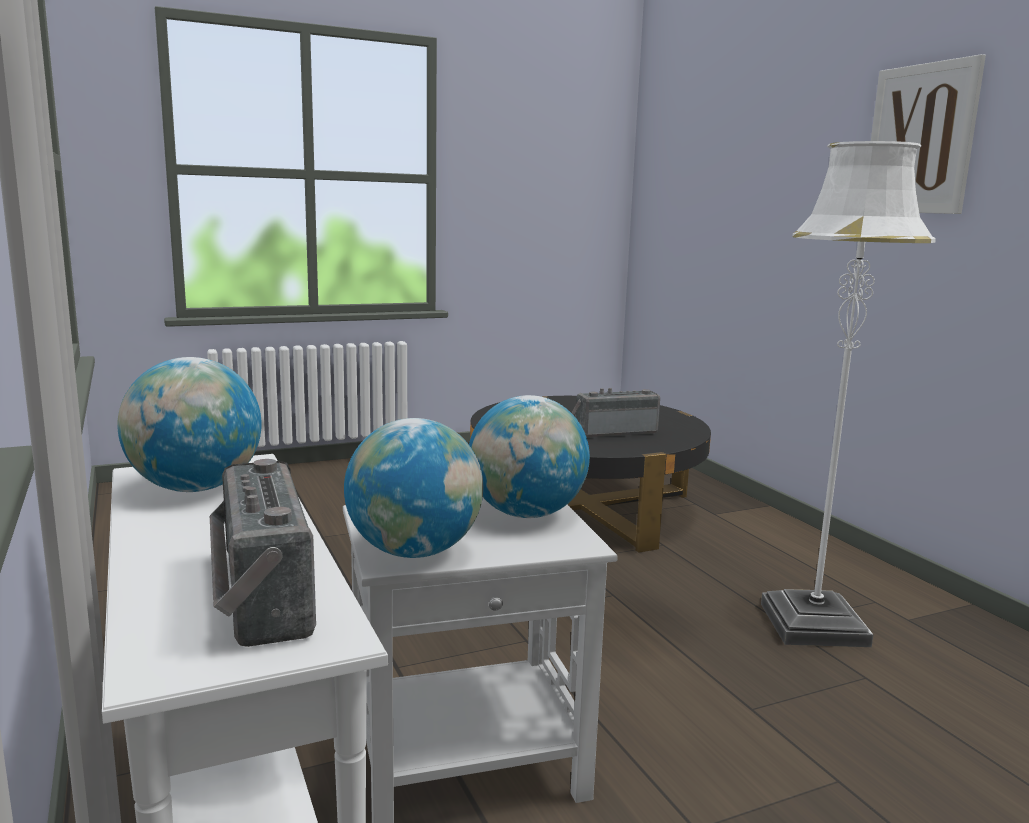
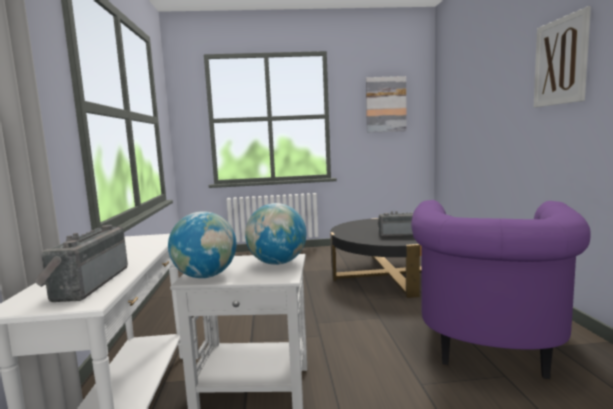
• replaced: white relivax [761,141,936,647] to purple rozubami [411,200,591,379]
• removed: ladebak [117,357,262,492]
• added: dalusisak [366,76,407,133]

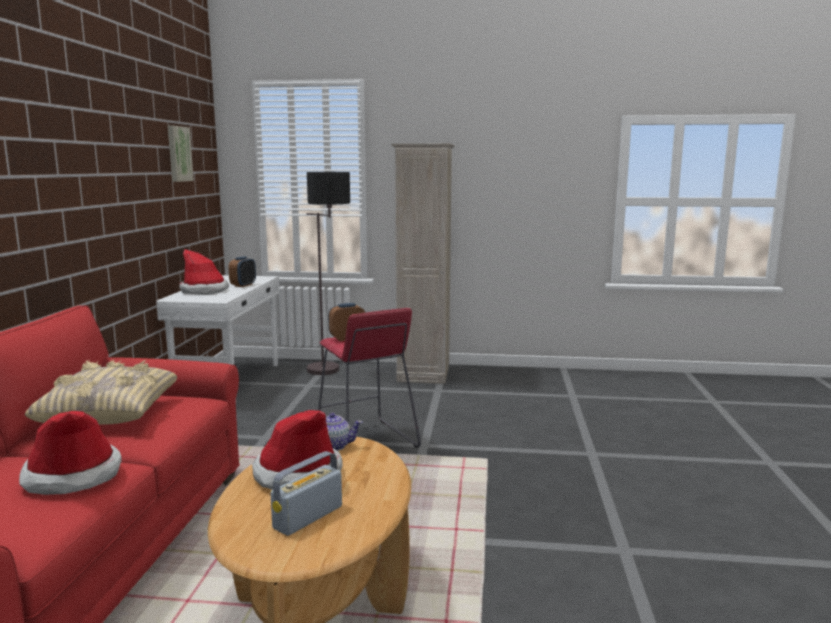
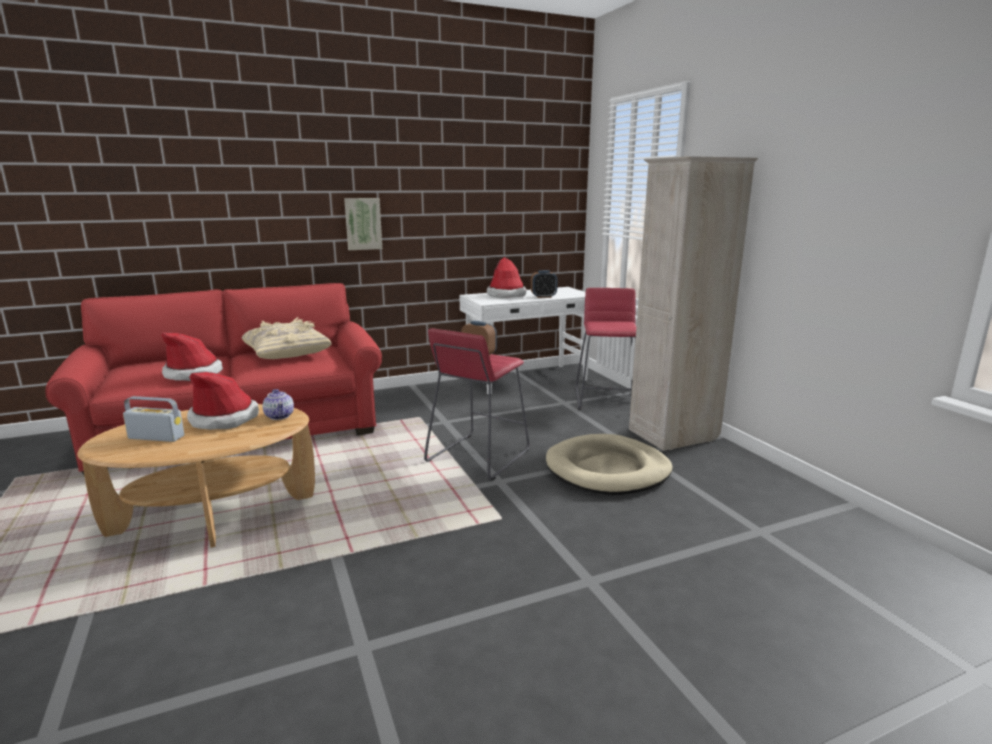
• moved: dalusisak [168,126,194,182] to [344,198,382,250]
• replaced: black relivax [307,172,350,375] to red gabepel [575,288,636,410]
• added: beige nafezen [546,434,673,495]

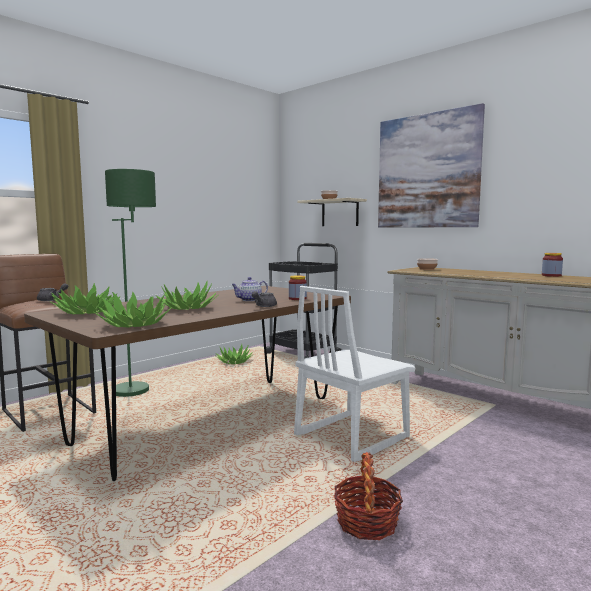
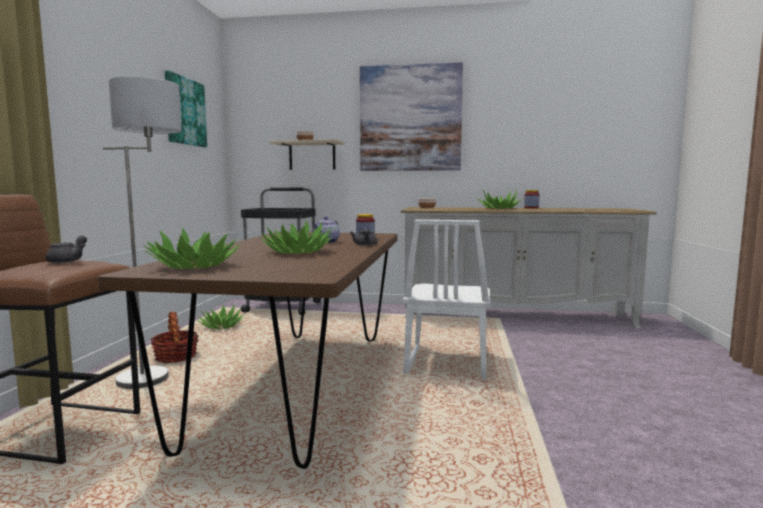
• recoloured: green relivax [105,169,156,397] to grey relivax [103,76,182,389]
• moved: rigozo [93,292,172,328] to [479,190,522,209]
• moved: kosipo [334,452,403,540] to [151,312,199,363]
• added: dalusisak [165,70,207,147]

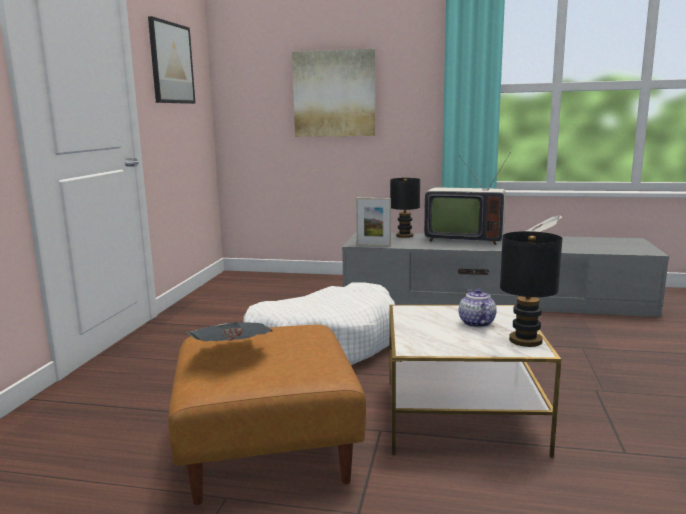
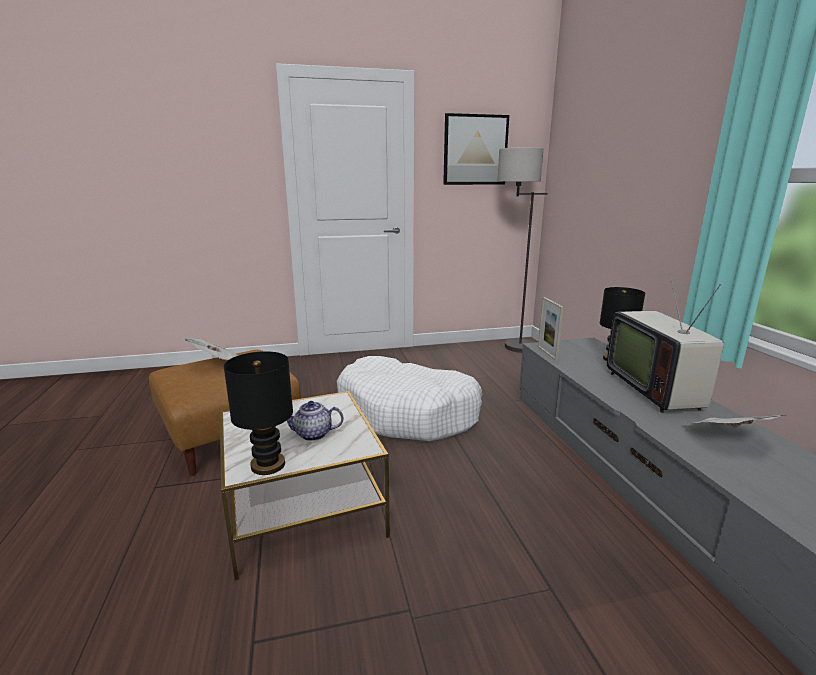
• removed: dalusisak [292,49,375,137]
• turned: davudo [459,289,497,327] = [287,401,343,441] 150 degrees counterclockwise
• added: grey relivax [497,147,548,353]

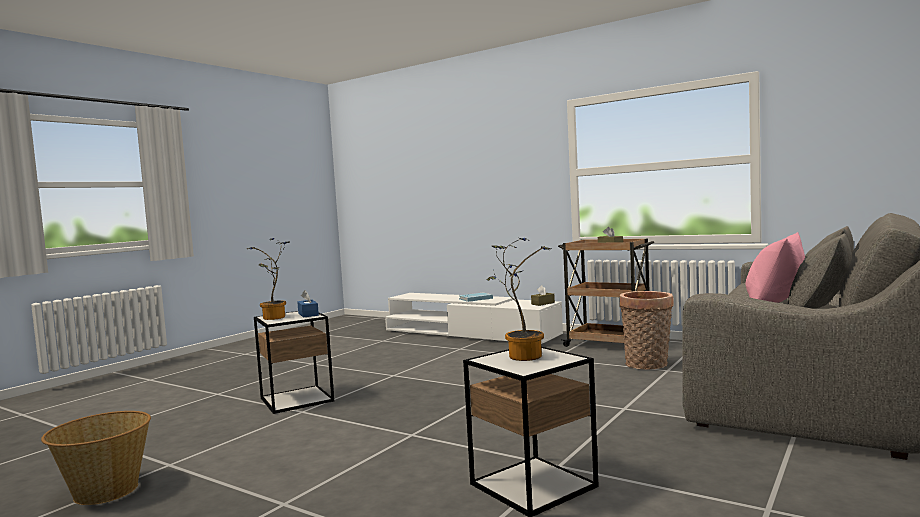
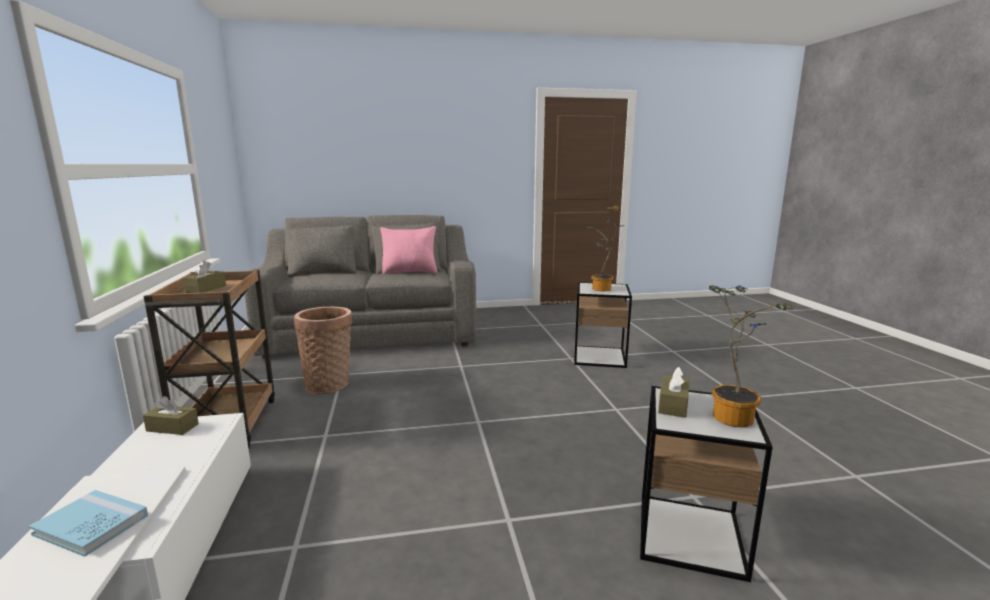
• recoloured: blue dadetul [297,290,319,318] to brown dadetul [658,367,689,418]
• removed: kosipo [41,411,151,505]

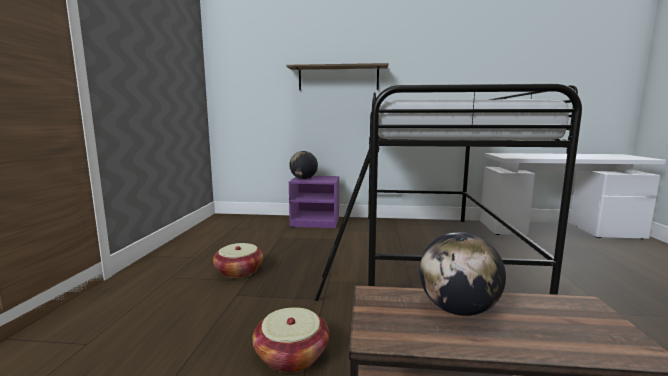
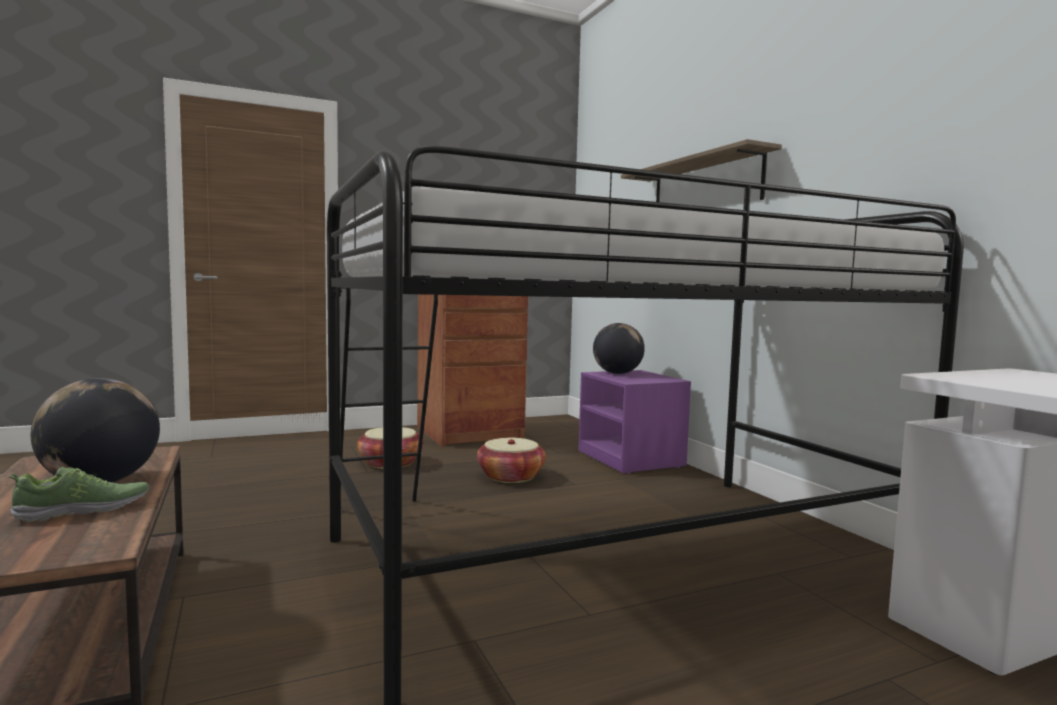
• moved: kosipo [252,307,329,373] to [477,438,546,483]
• added: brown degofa [417,294,528,447]
• added: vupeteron [8,467,149,522]

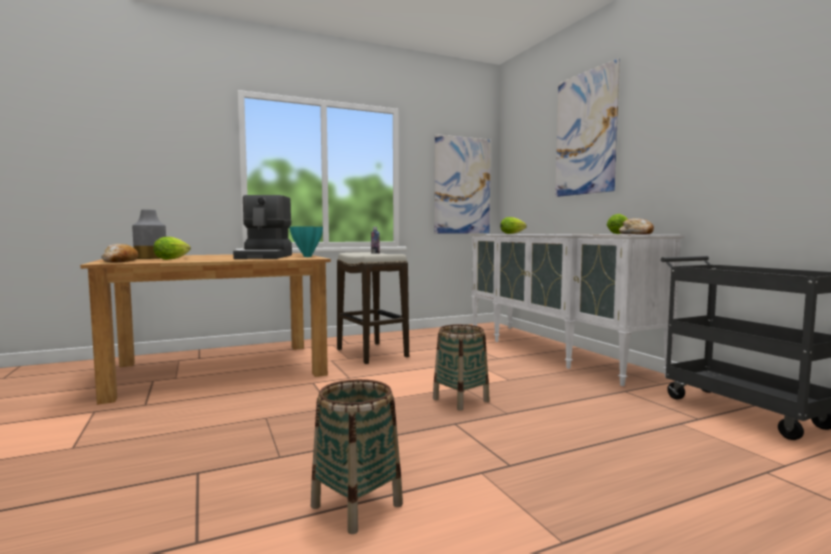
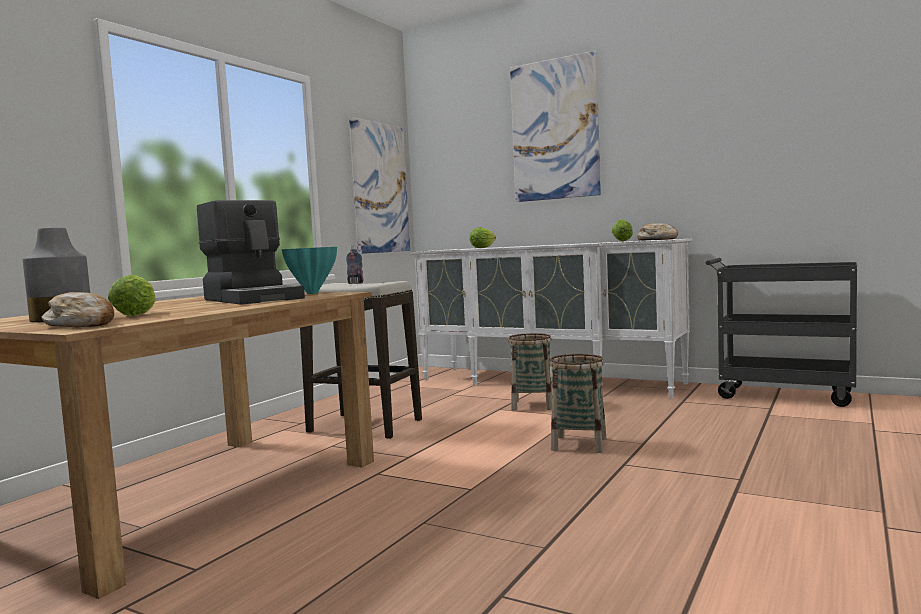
• moved: kosipo [311,379,403,534] to [508,333,552,411]

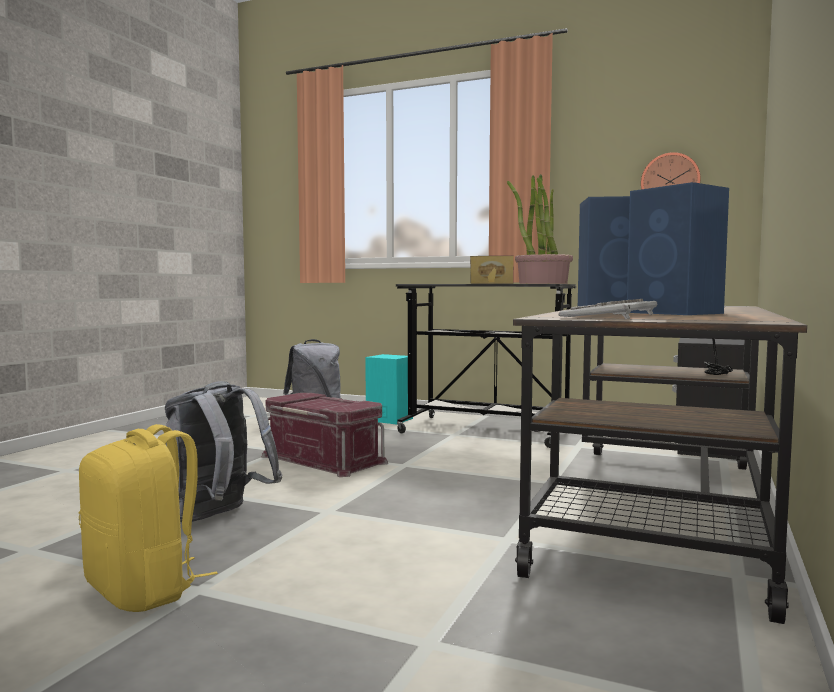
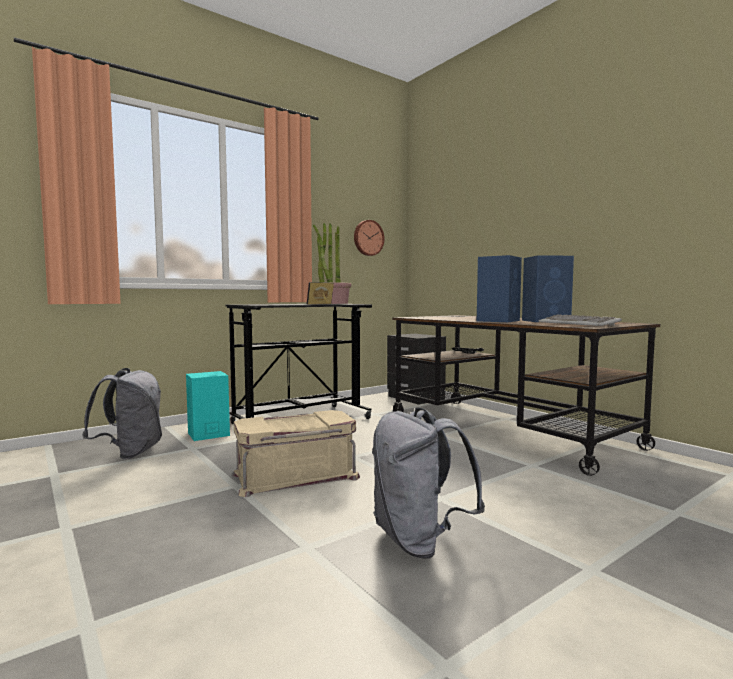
• recoloured: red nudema [261,393,388,477] to beige nudema [232,410,360,497]
• removed: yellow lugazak [78,424,218,612]

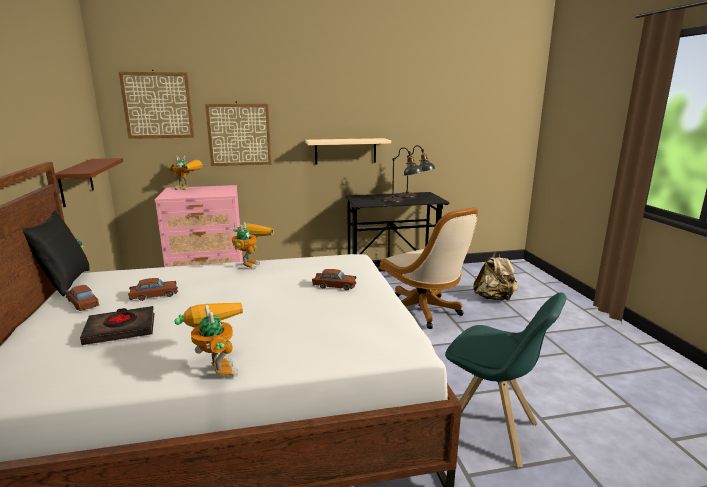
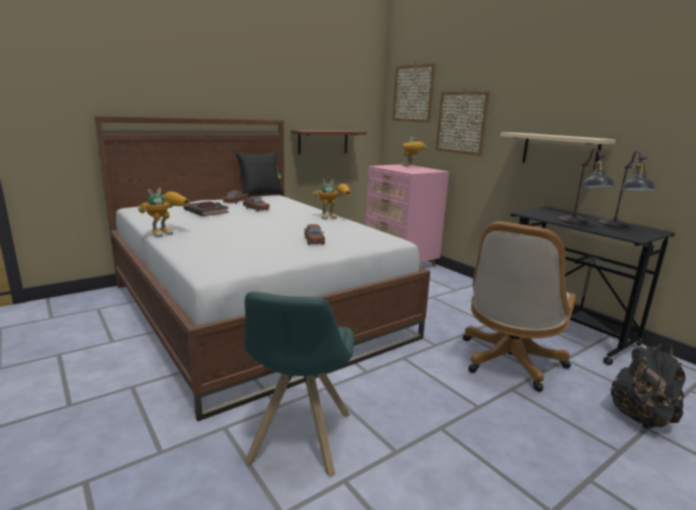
• recoloured: beige lugazak [473,251,518,301] to black lugazak [610,343,686,429]

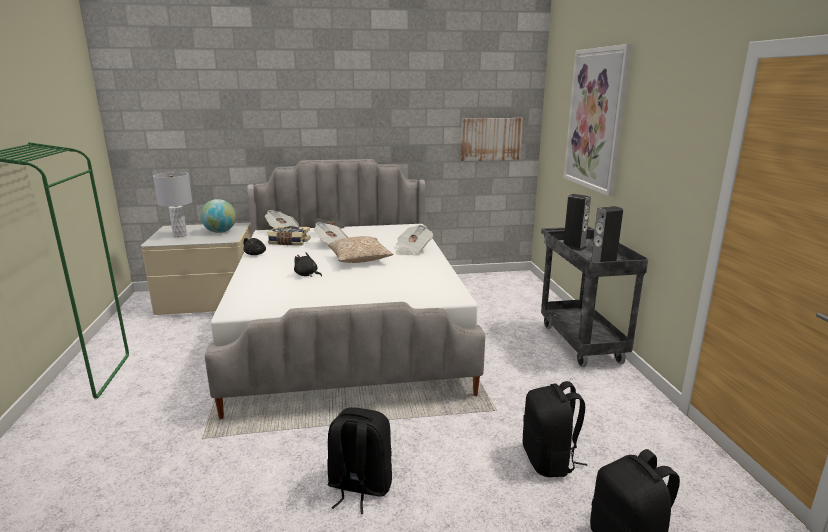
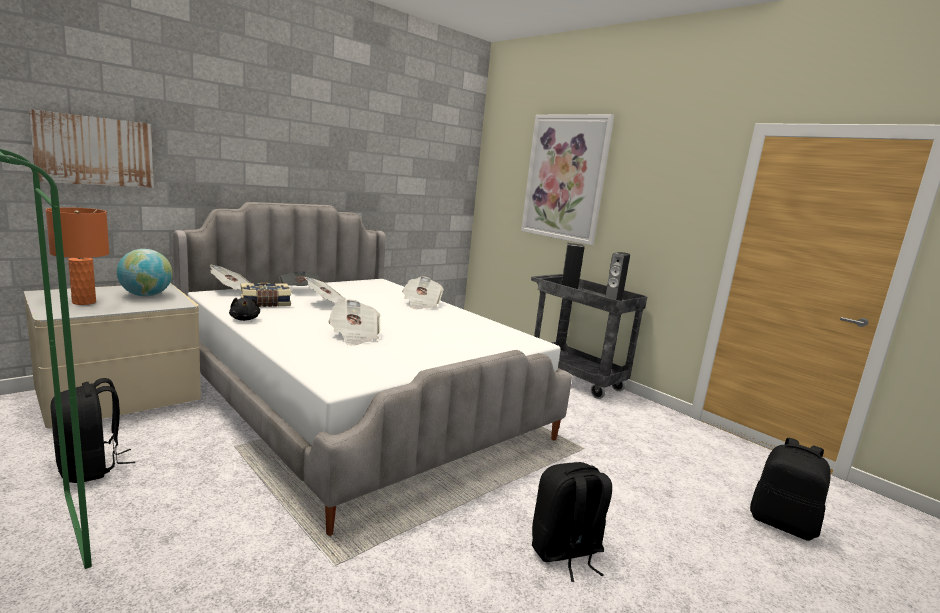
• moved: dalusisak [461,118,523,161] to [28,109,154,188]
• recoloured: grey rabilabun [153,172,192,237] to orange rabilabun [45,207,109,305]
• removed: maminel [328,236,393,263]
• replaced: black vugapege [294,252,322,277] to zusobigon [328,300,380,346]
• moved: black lugazak [523,381,587,477] to [51,378,135,483]

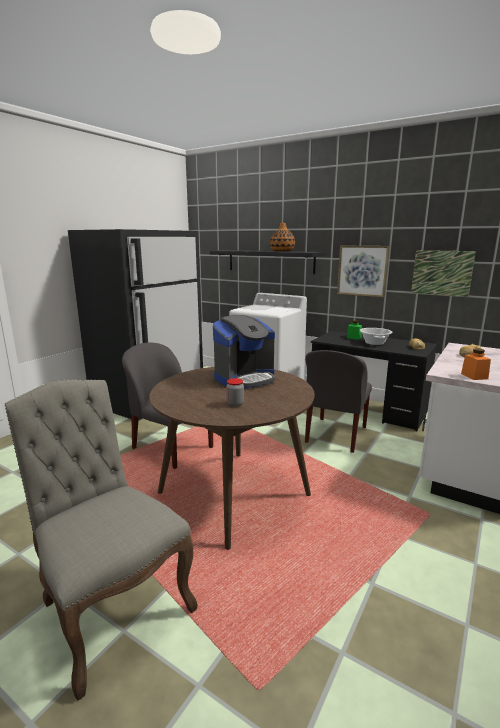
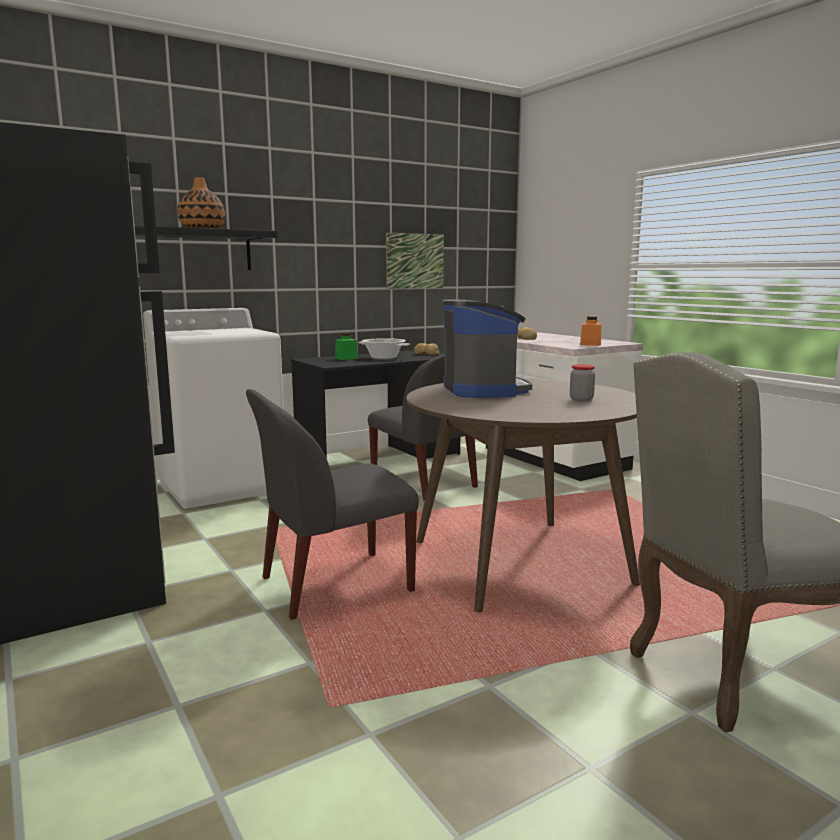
• removed: dalusisak [337,245,390,297]

